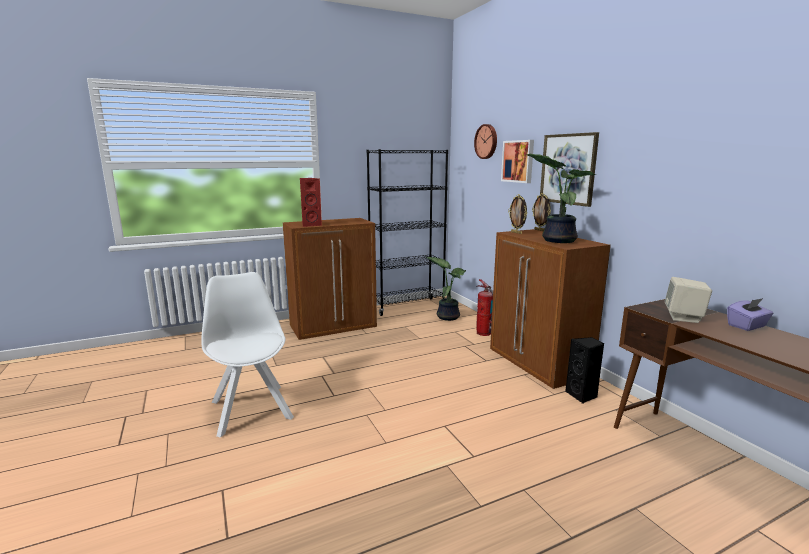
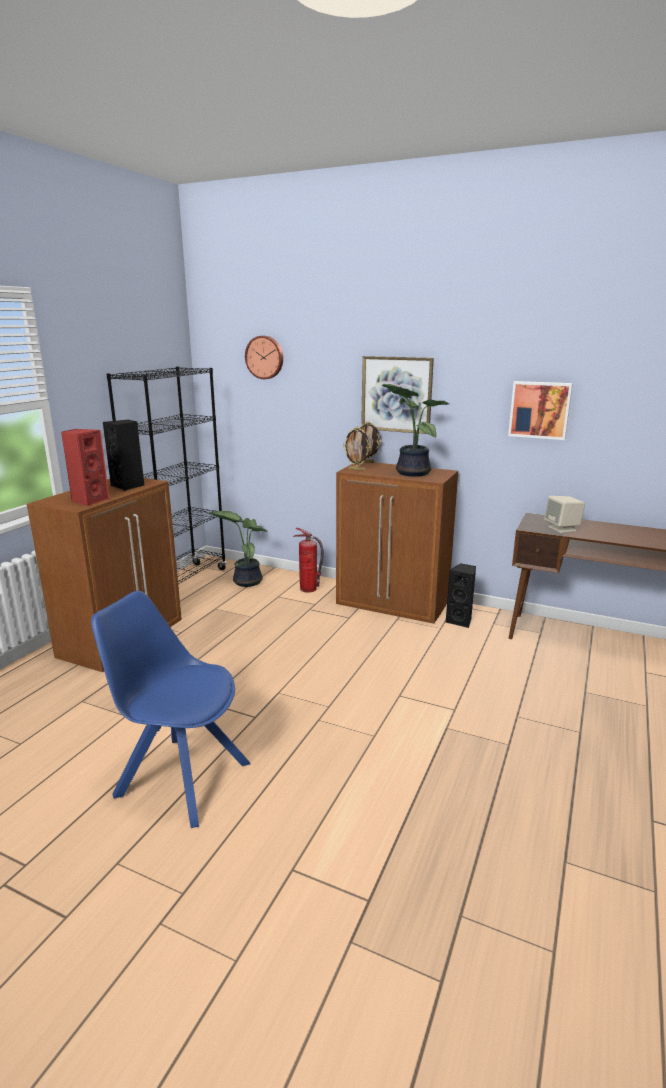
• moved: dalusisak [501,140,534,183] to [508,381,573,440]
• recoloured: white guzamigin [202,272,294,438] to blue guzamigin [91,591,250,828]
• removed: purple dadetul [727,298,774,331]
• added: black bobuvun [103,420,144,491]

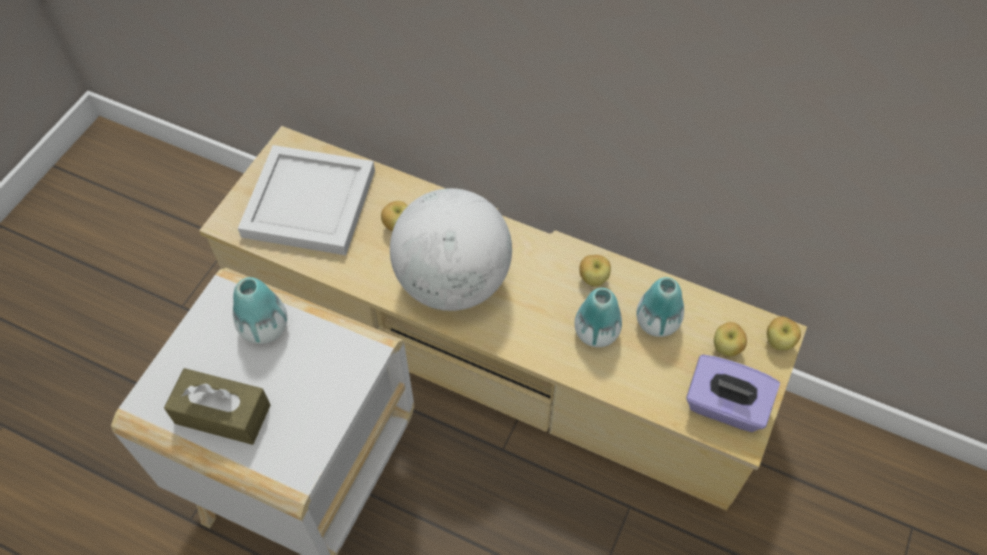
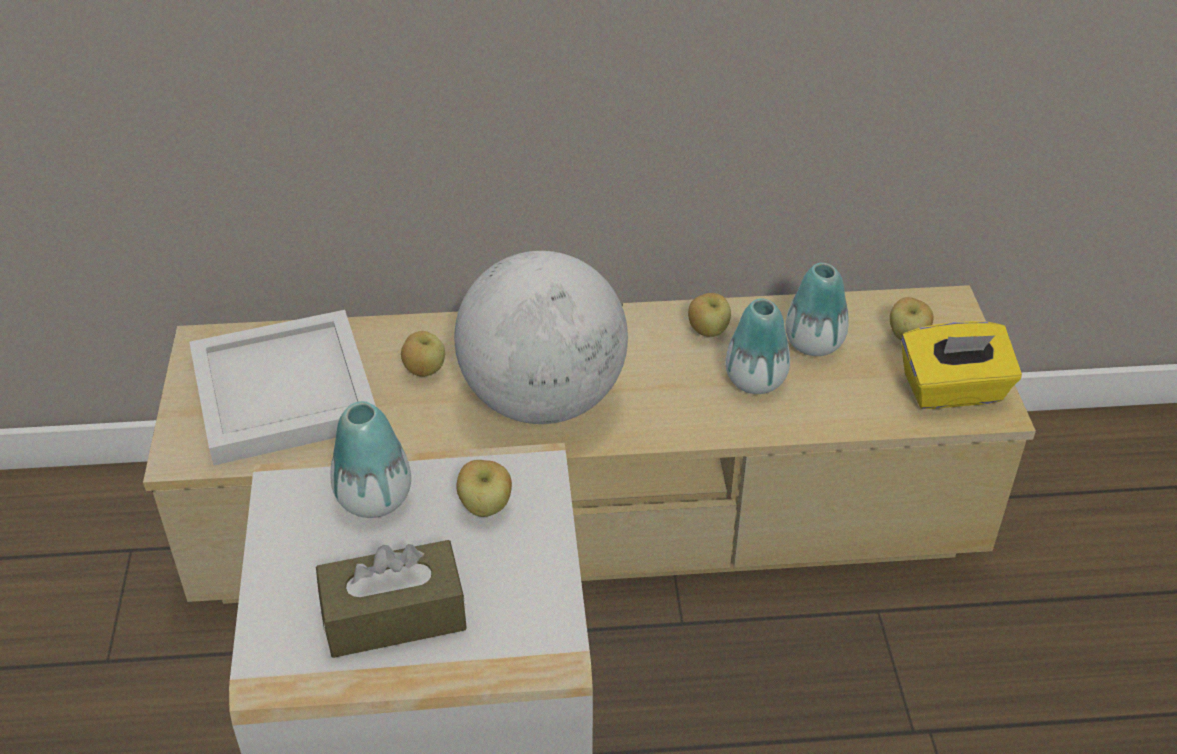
• moved: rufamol [767,316,801,350] to [456,460,512,517]
• recoloured: purple dadetul [686,354,780,432] to yellow dadetul [901,321,1022,409]

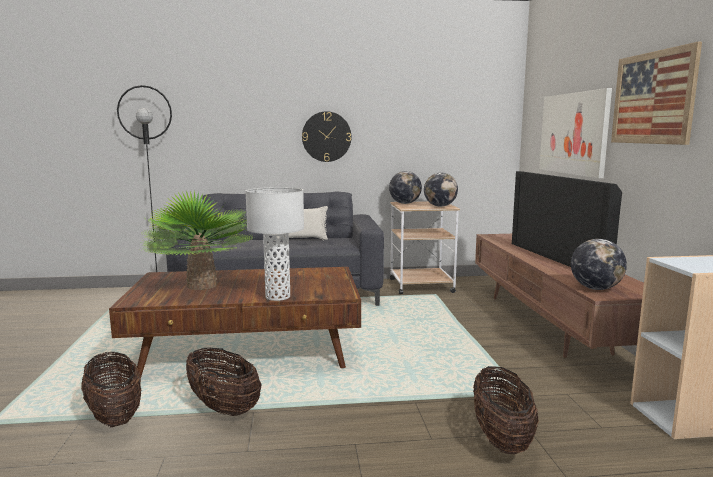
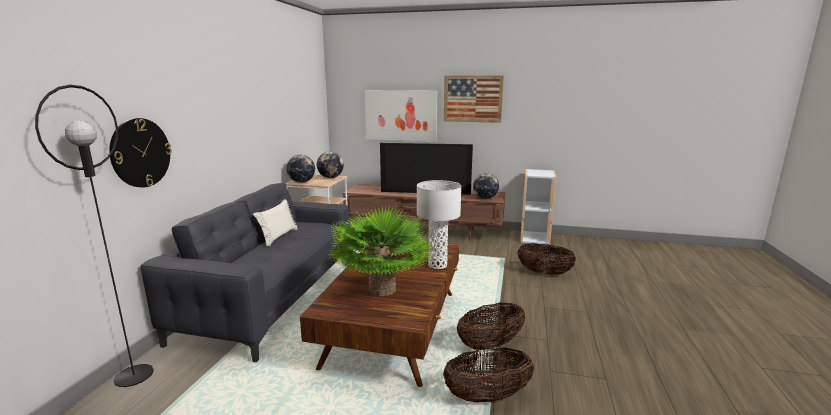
• moved: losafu [302,111,351,162] to [109,118,172,187]

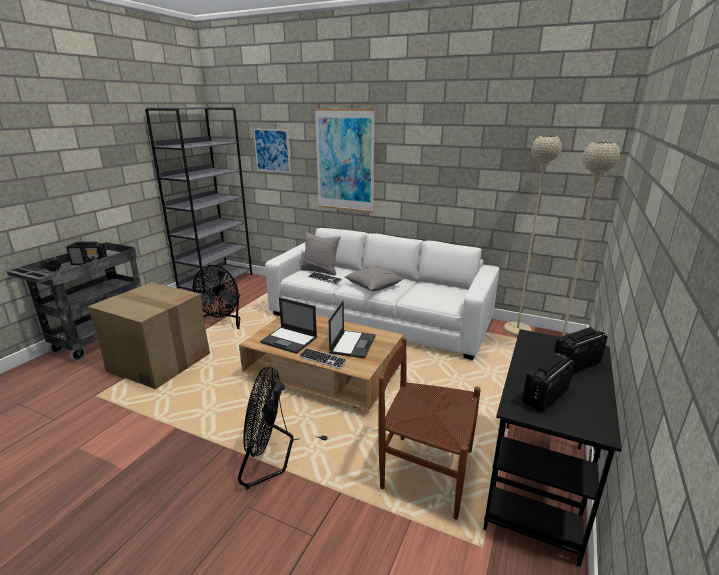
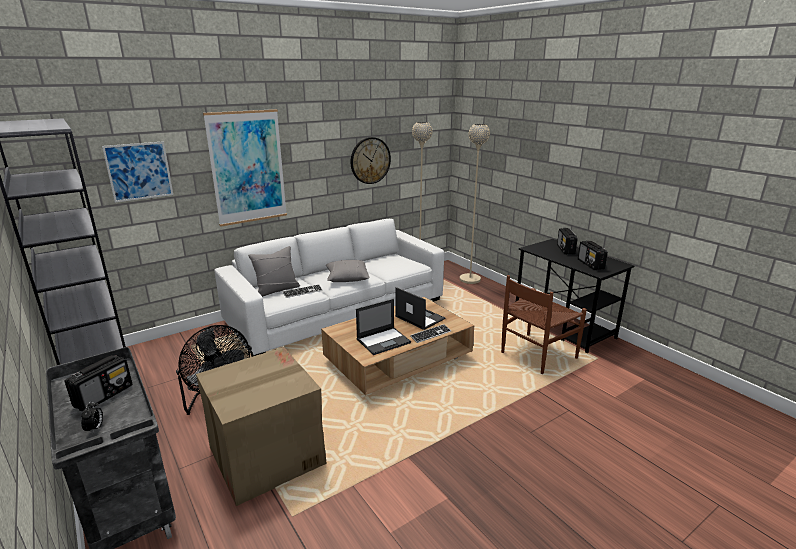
• removed: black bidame [238,366,329,490]
• added: losafu [350,137,391,184]

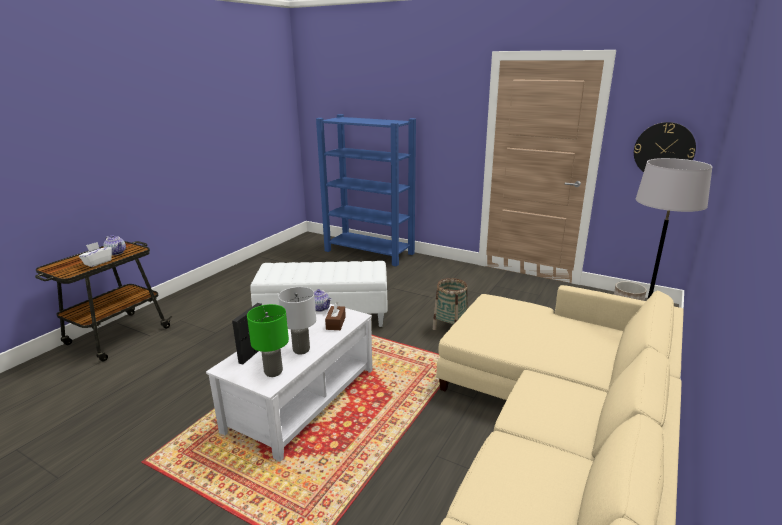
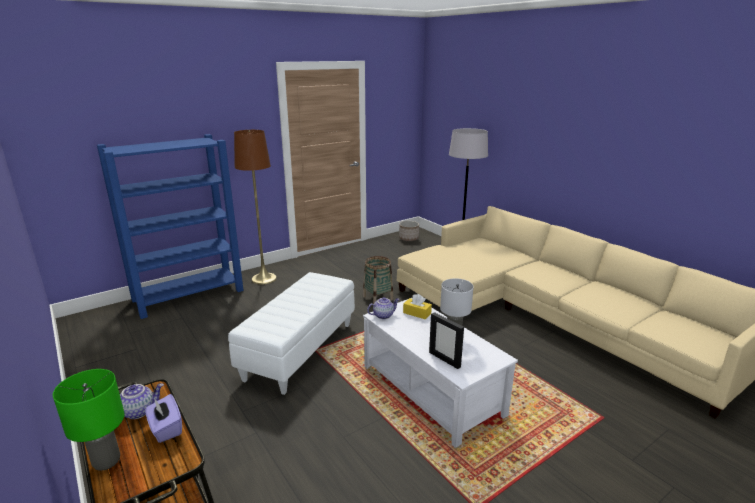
• removed: losafu [634,122,696,172]
• recoloured: white dadetul [79,242,112,267] to purple dadetul [145,394,182,443]
• recoloured: brown dadetul [325,302,346,330] to yellow dadetul [403,294,432,320]
• moved: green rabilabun [247,304,289,377] to [53,369,125,471]
• added: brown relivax [234,130,277,284]

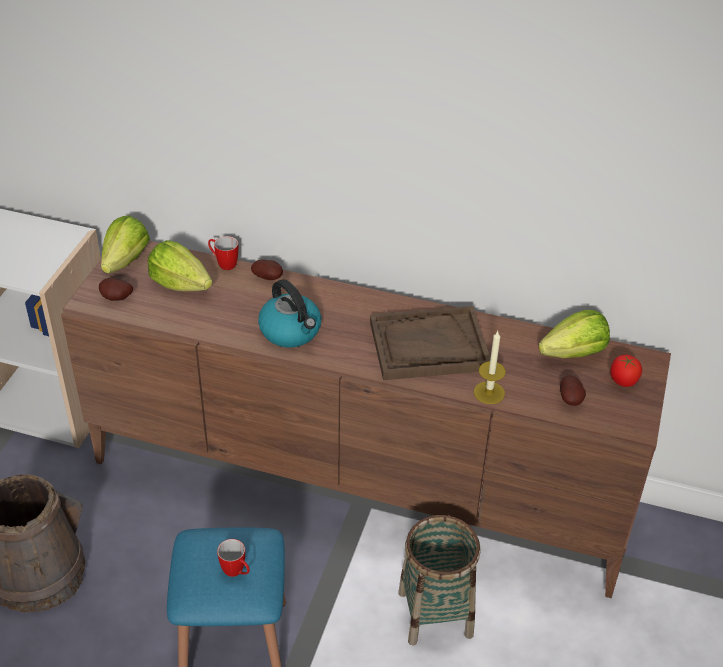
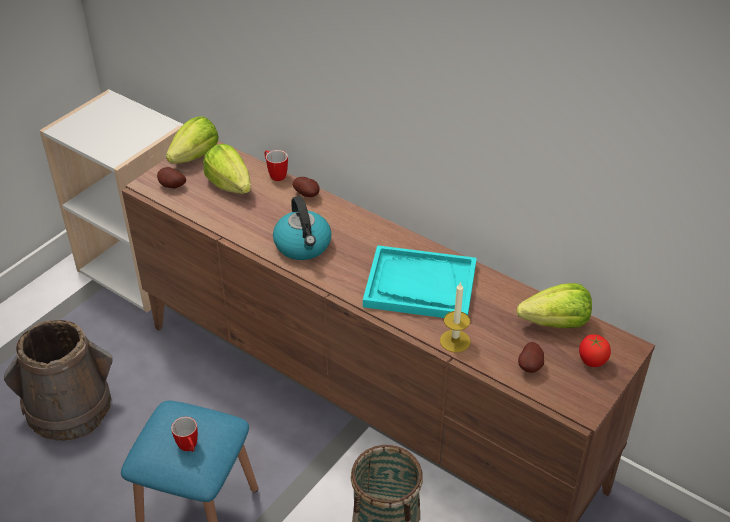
• recoloured: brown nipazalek [370,306,490,380] to turquoise nipazalek [363,245,477,318]

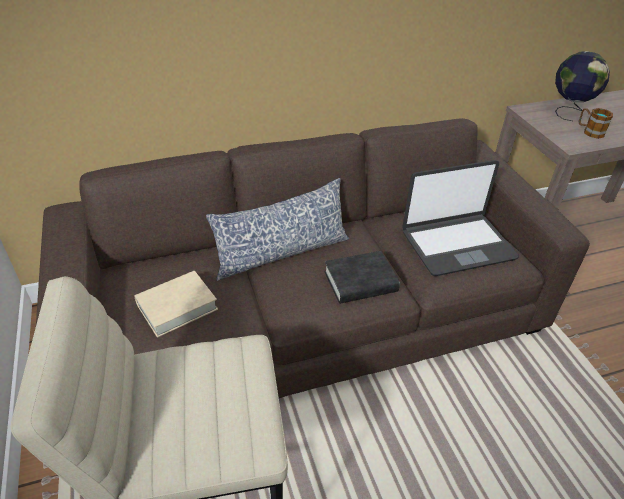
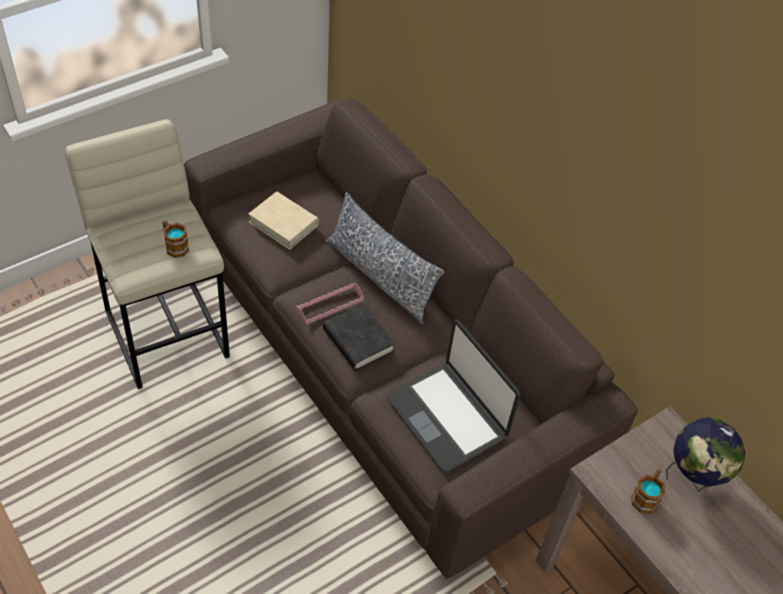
• added: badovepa [162,221,189,258]
• added: pink nipazalek [296,283,364,324]

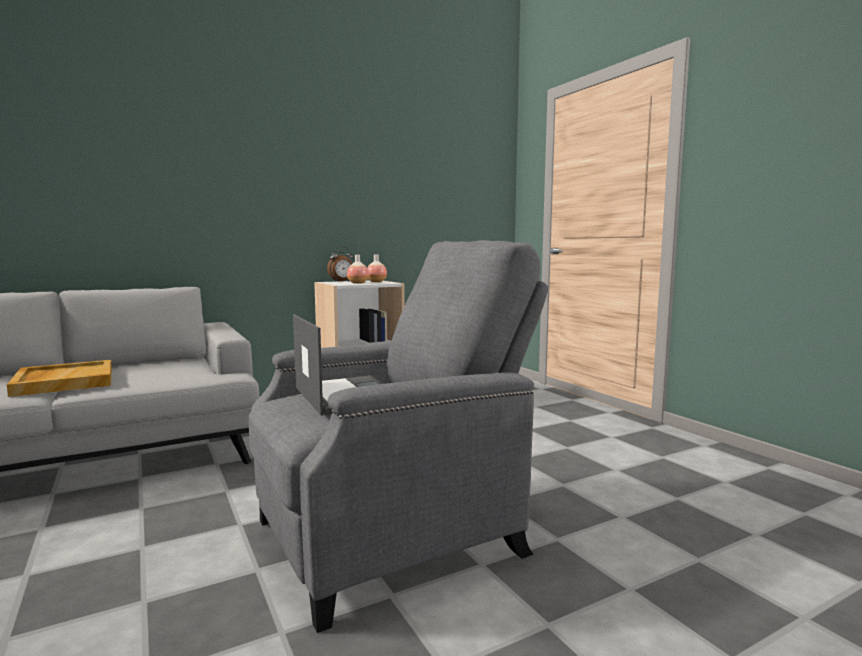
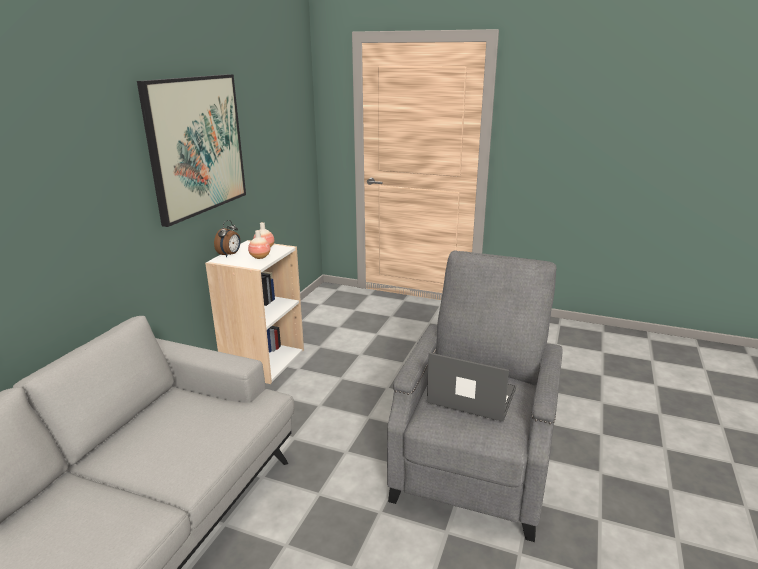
• removed: beige nipazalek [7,360,112,397]
• added: dalusisak [137,74,246,227]

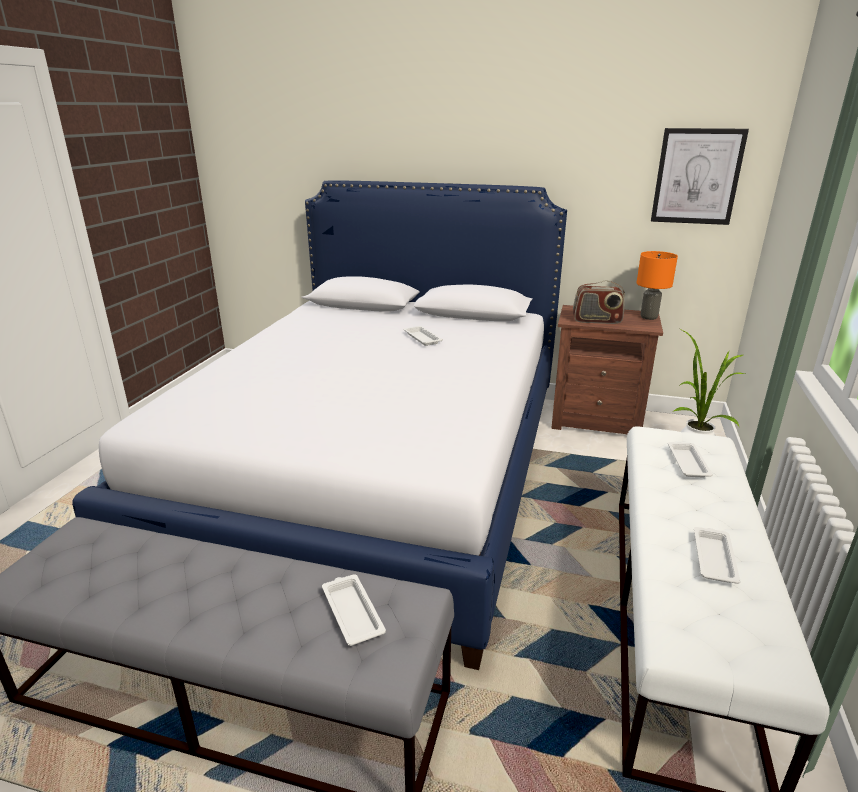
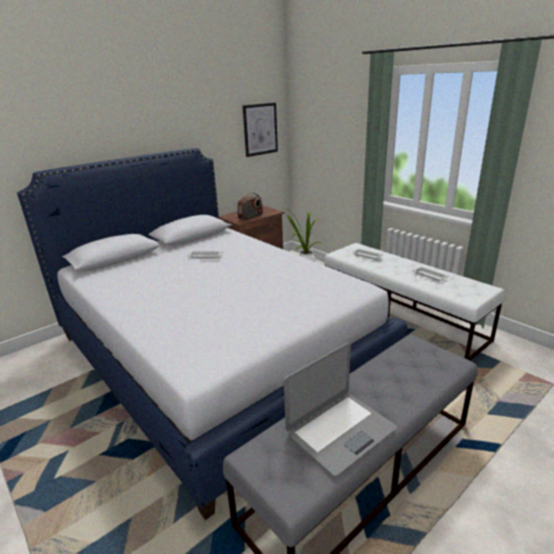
• removed: orange rabilabun [637,251,678,320]
• removed: white nipazalek [322,574,386,646]
• added: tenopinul [284,343,397,477]

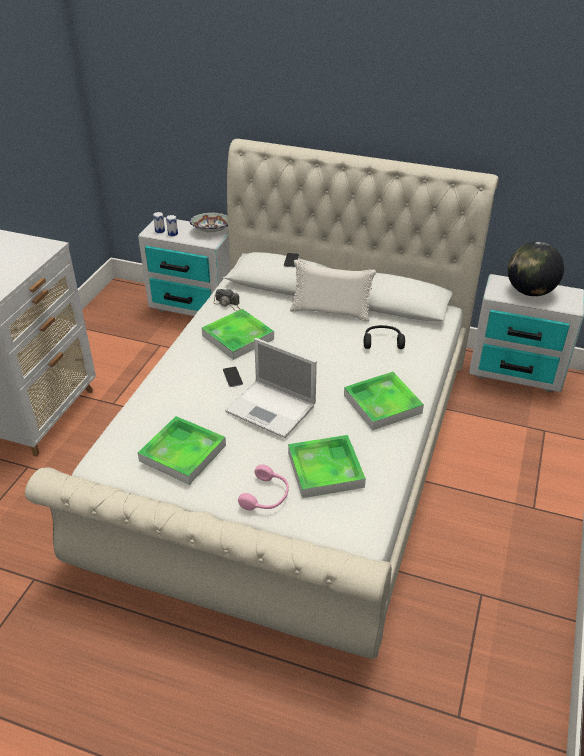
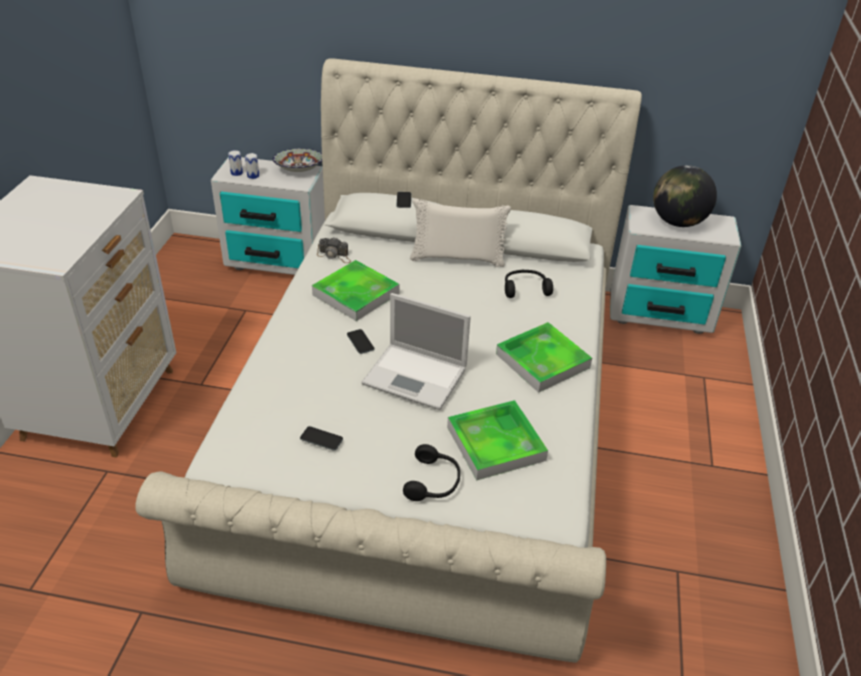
• replaced: nipazalek [138,416,226,485] to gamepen [300,426,343,451]
• recoloured: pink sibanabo [238,464,289,510] to black sibanabo [403,444,460,501]

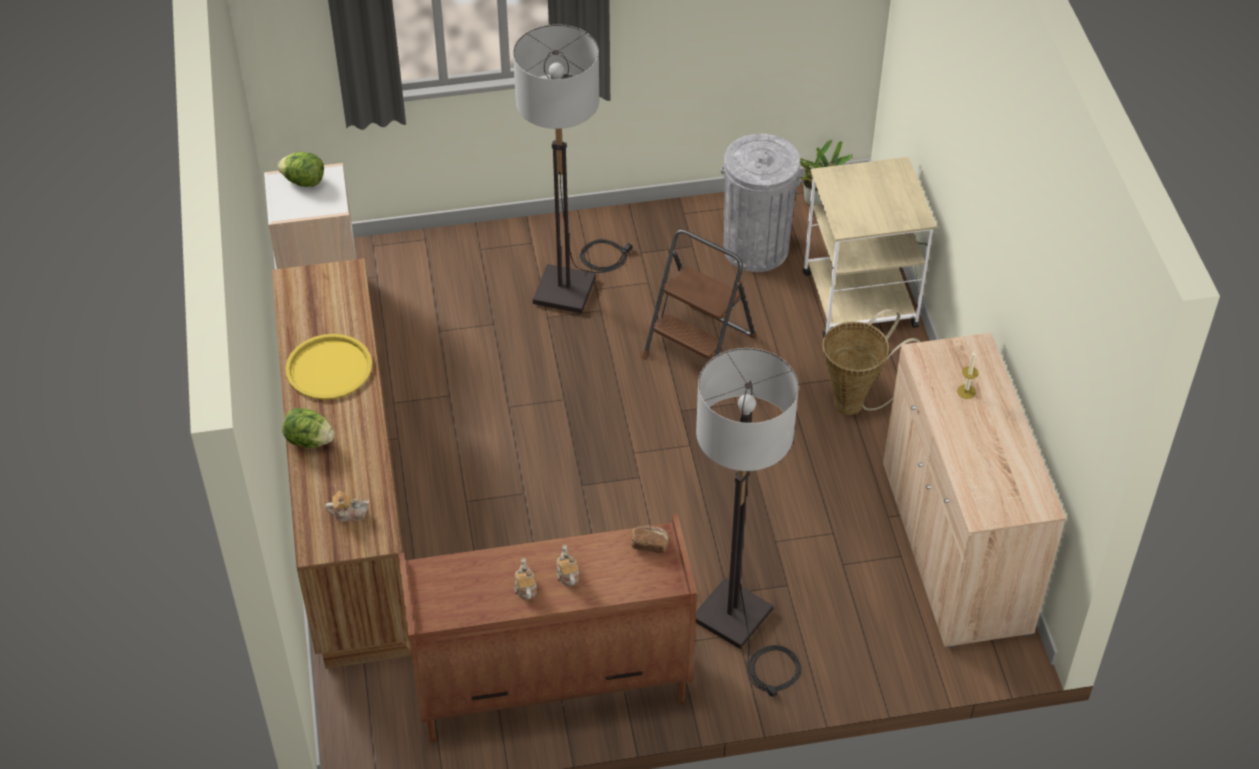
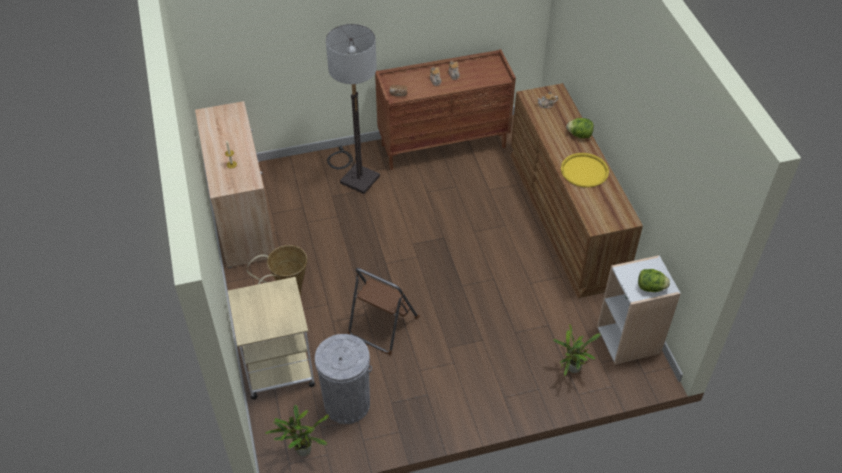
• removed: relivax [513,24,633,313]
• added: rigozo [553,324,601,377]

